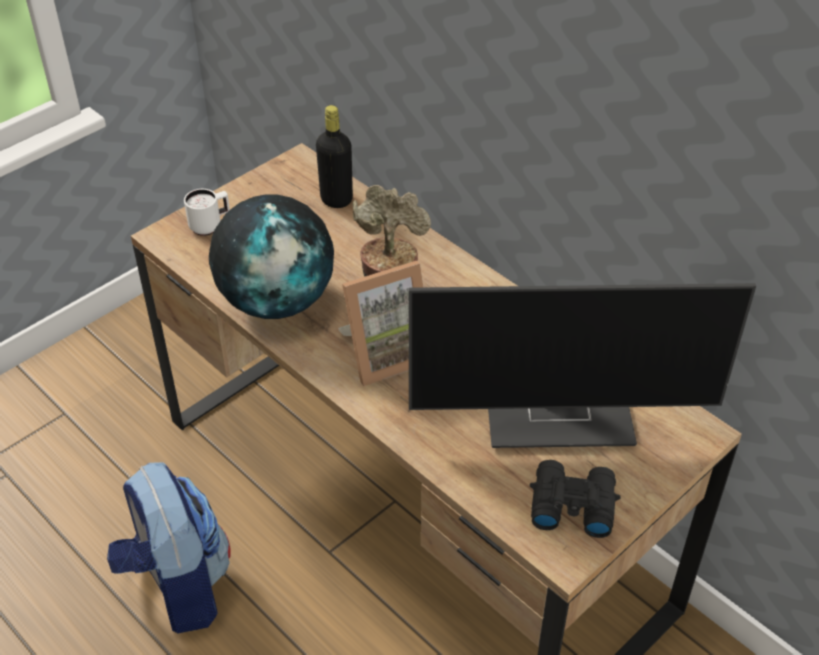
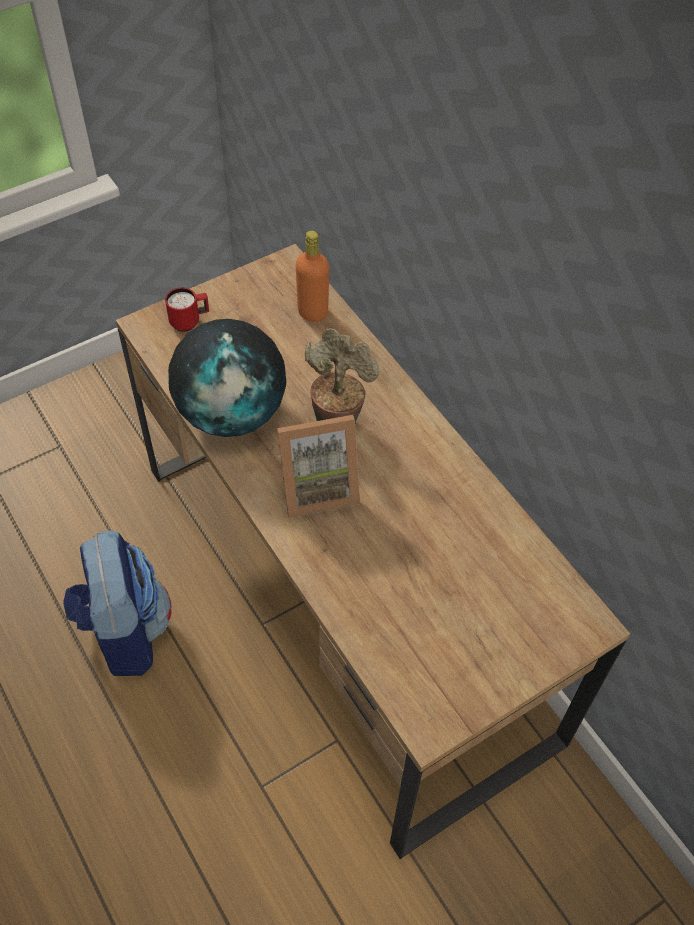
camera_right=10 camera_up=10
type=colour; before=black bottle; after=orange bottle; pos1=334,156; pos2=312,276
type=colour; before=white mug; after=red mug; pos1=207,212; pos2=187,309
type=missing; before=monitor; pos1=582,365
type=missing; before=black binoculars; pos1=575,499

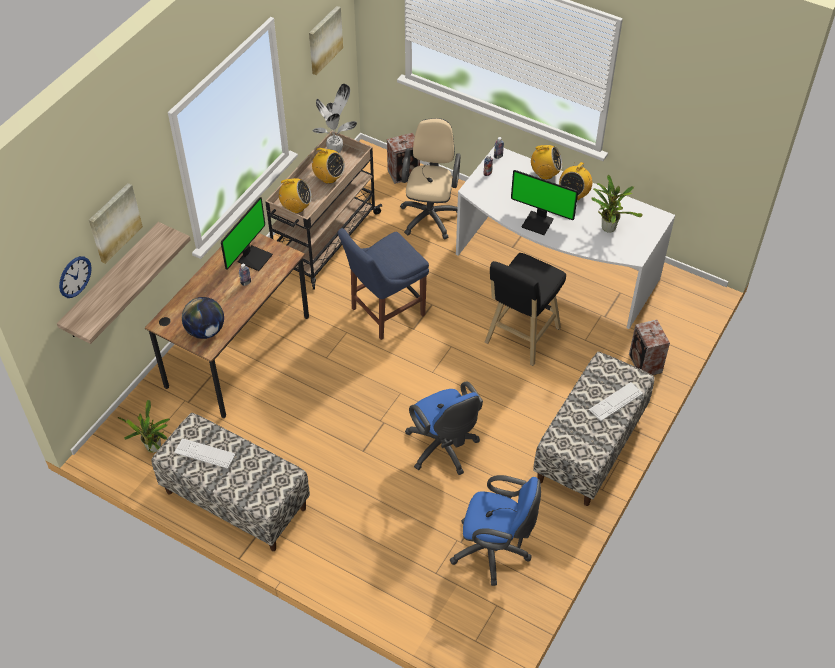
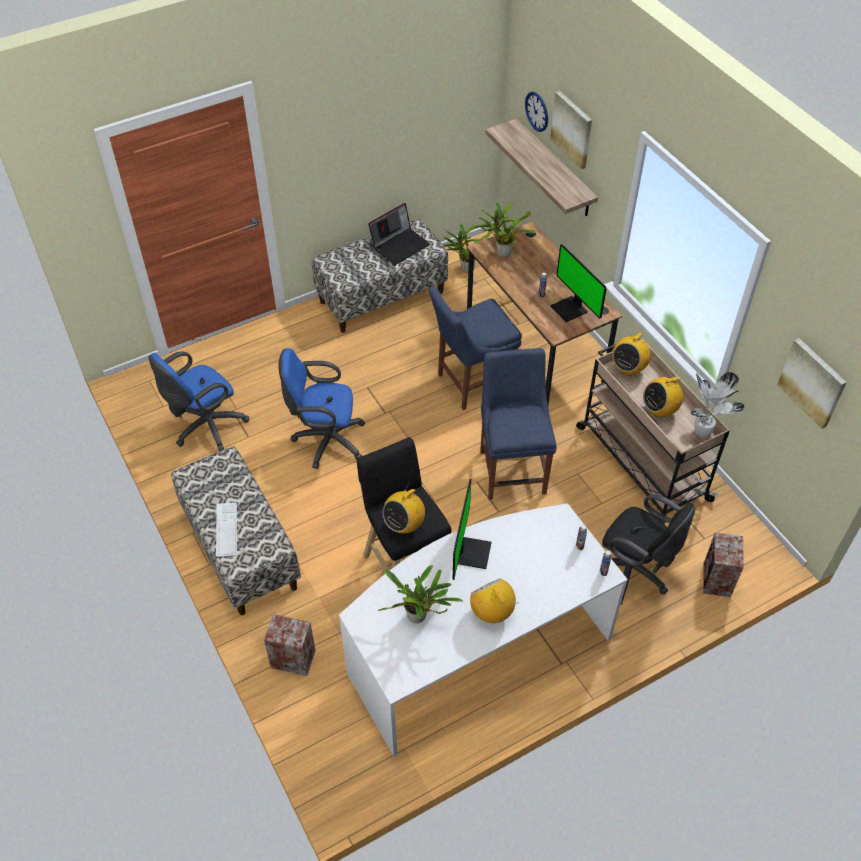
camera_right=120 camera_up=0
type=colour; before=beige office chair; after=black office chair; pos1=430,178; pos2=648,549
type=relocated; before=radio; pos1=547,162; pos2=403,508
type=spun; before=monitor; pos1=544,202; pos2=472,529; turn=135
type=exchanged; before=globe; after=potted plant; pos1=203,318; pos2=502,229
type=exchanged; before=keyboard; after=laptop; pos1=205,453; pos2=399,234
type=appeared; after=blue chair; pos2=475,348

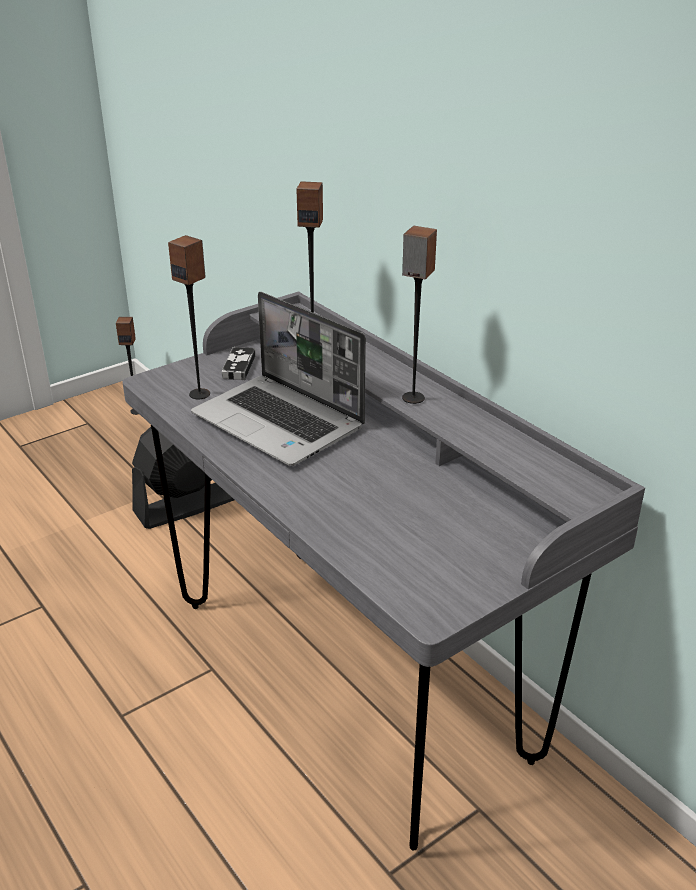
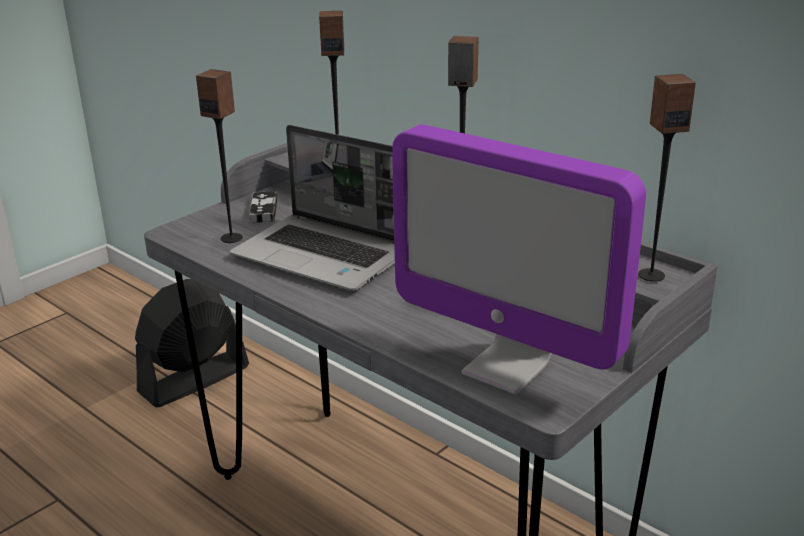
camera_right=-10 camera_up=-5
type=relocated; before=speaker; pos1=127,366; pos2=667,178
type=appeared; after=monitor; pos2=519,259

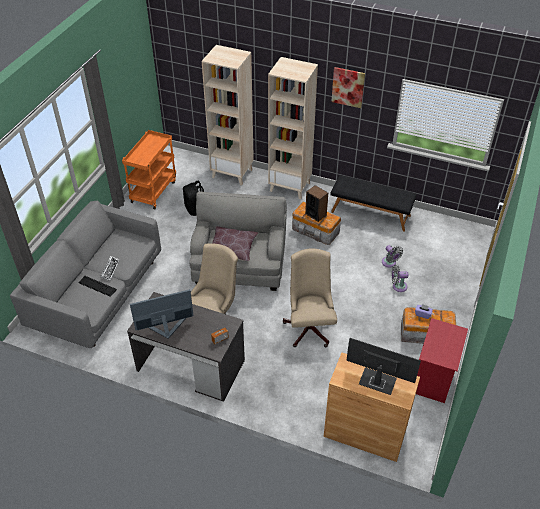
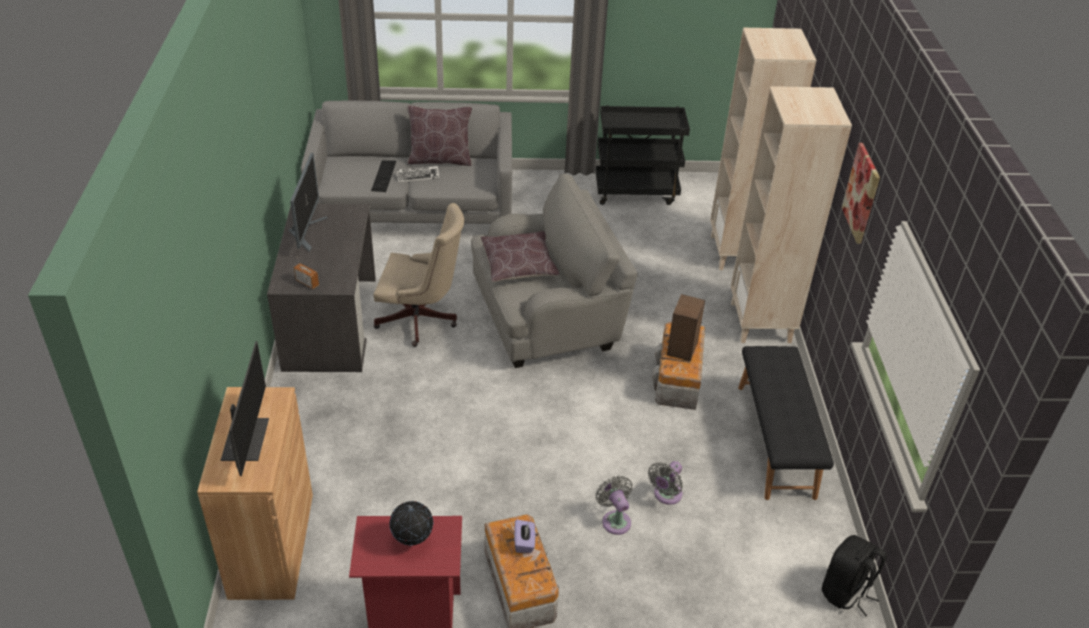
camera_right=65 camera_up=-5
type=colour; before=orange cart; after=black cart; pos1=149,169; pos2=642,155
type=relocated; before=black backpack; pos1=193,198; pos2=854,575
type=missing; before=beige office chair; pos1=310,297
type=spun; before=monitor; pos1=162,314; pos2=308,202; turn=45
type=appeared; after=brown pillow; pos2=439,135
type=appeared; after=globe; pos2=411,523

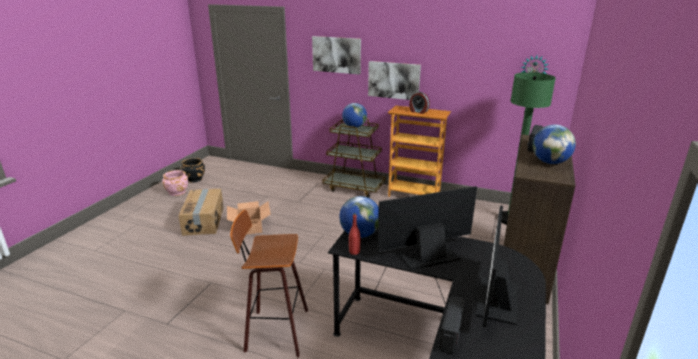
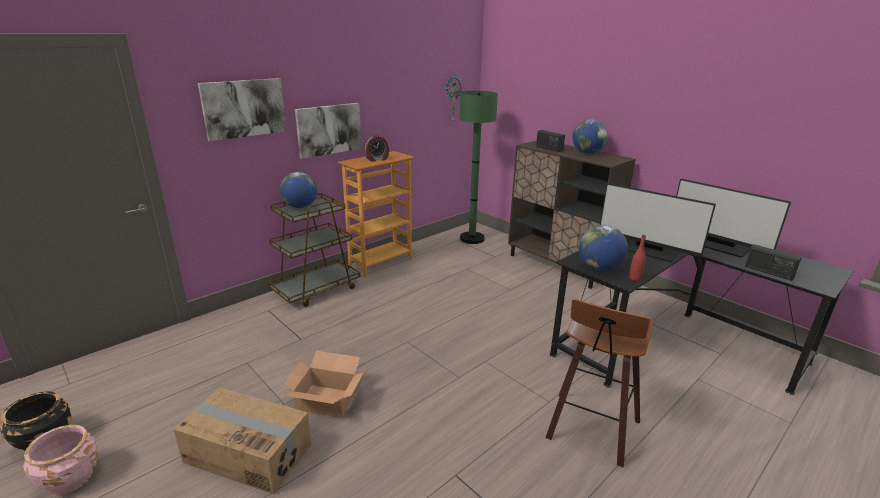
camera_right=-65 camera_up=0
type=spun; before=monitor; pos1=427,228; pos2=658,222; turn=-60

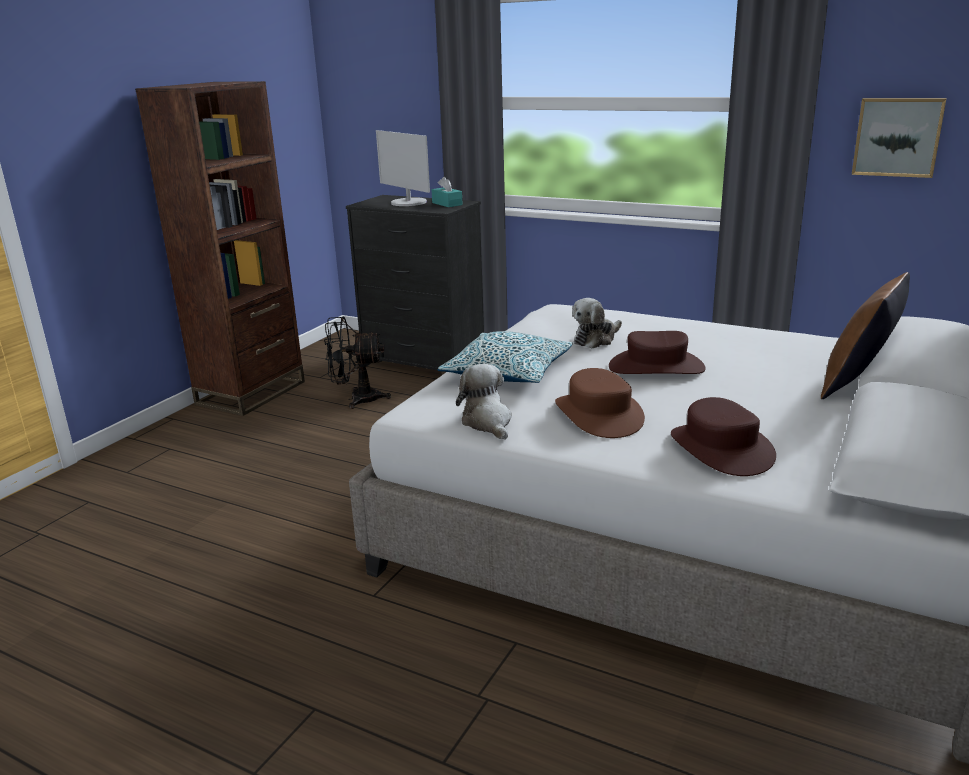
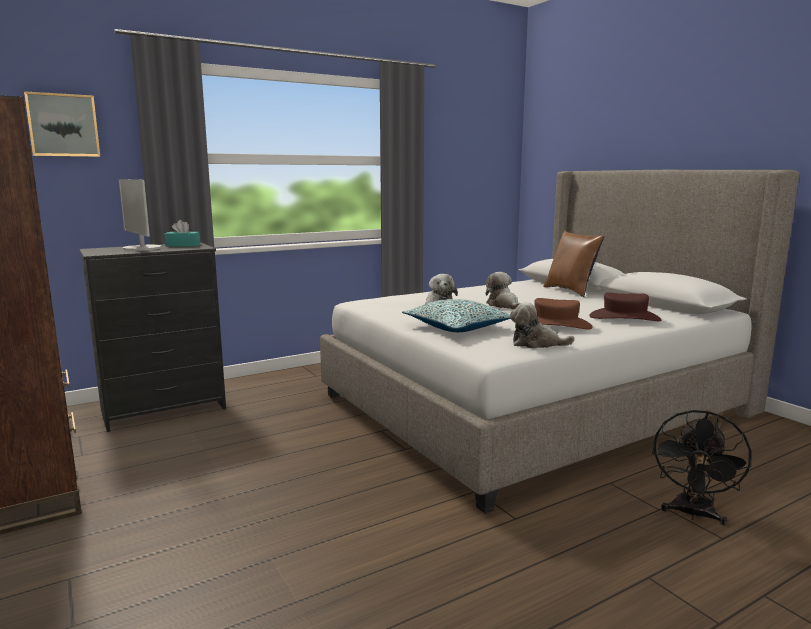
camera_right=-60 camera_up=-10
type=relocated; before=picture; pos1=899,138; pos2=62,124
type=spun; before=monitor; pos1=403,168; pos2=140,215; turn=60
type=relocated; before=black fan; pos1=357,363; pos2=702,468
type=exchanged; before=brown hat; after=plush toy; pos1=657,352; pos2=503,291

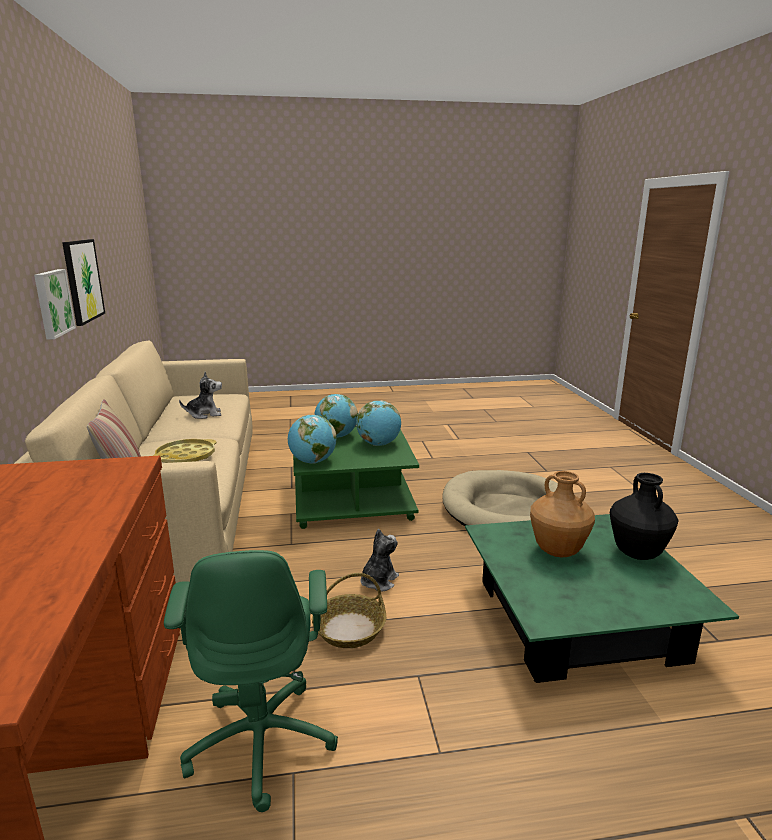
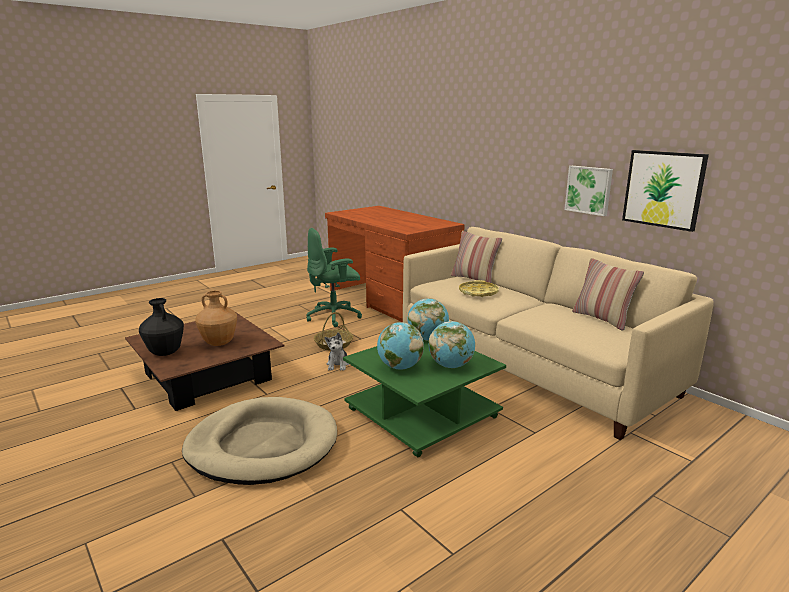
camera_right=150 camera_up=0
type=missing; before=plush toy; pos1=200,395
type=colour; before=green coffee table; after=brown coffee table; pos1=602,598; pos2=204,362
type=spun; before=green office chair; pos1=251,681; pos2=334,277; turn=-75
type=appeared; after=pillow; pos2=608,294

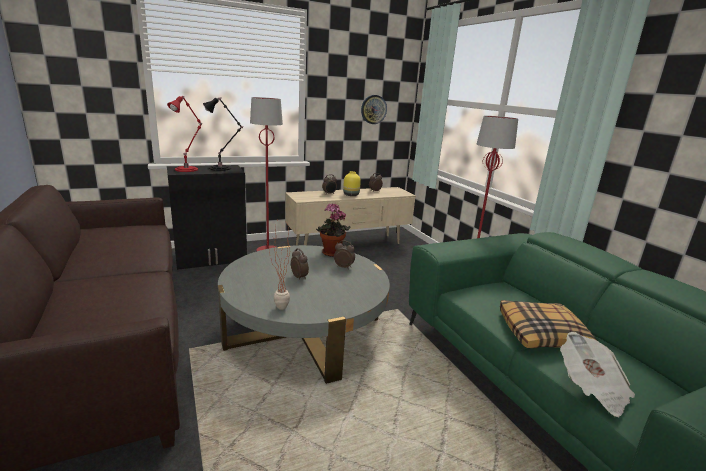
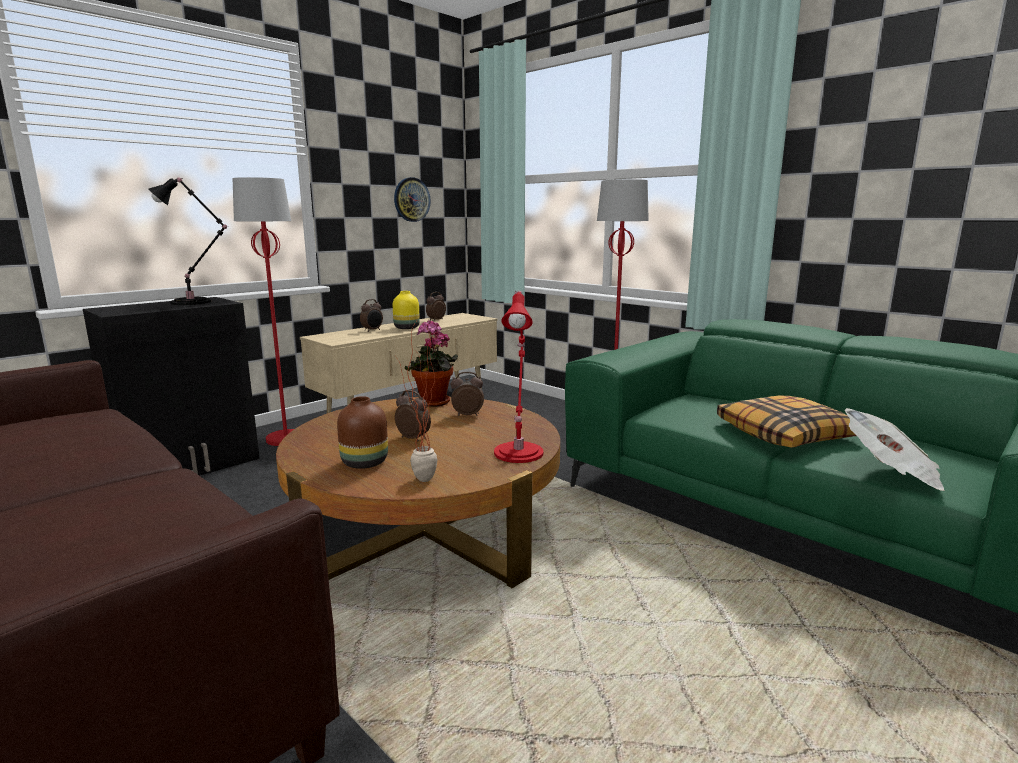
camera_right=-20 camera_up=-5
type=relocated; before=red table lamp; pos1=184,134; pos2=518,377
type=colour; before=grey coffee table; after=brown coffee table; pos1=304,314; pos2=418,492
type=appeared; after=brown vase; pos2=362,432

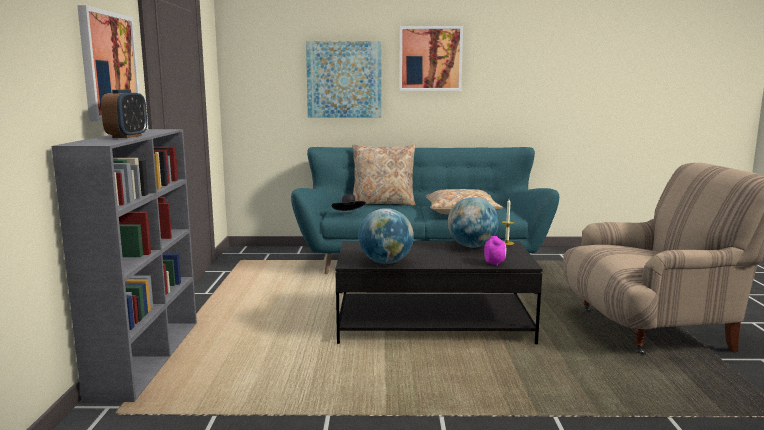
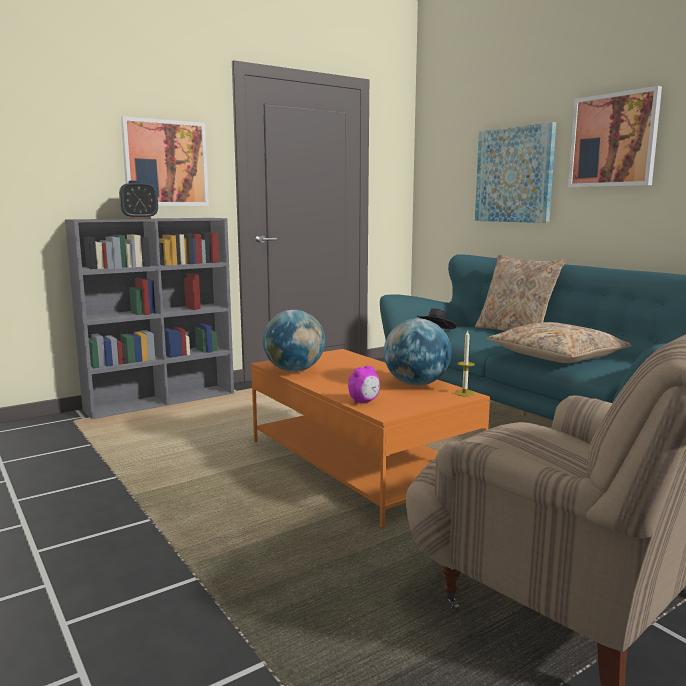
camera_right=55 camera_up=0
type=colour; before=black coffee table; after=orange coffee table; pos1=439,292; pos2=370,438

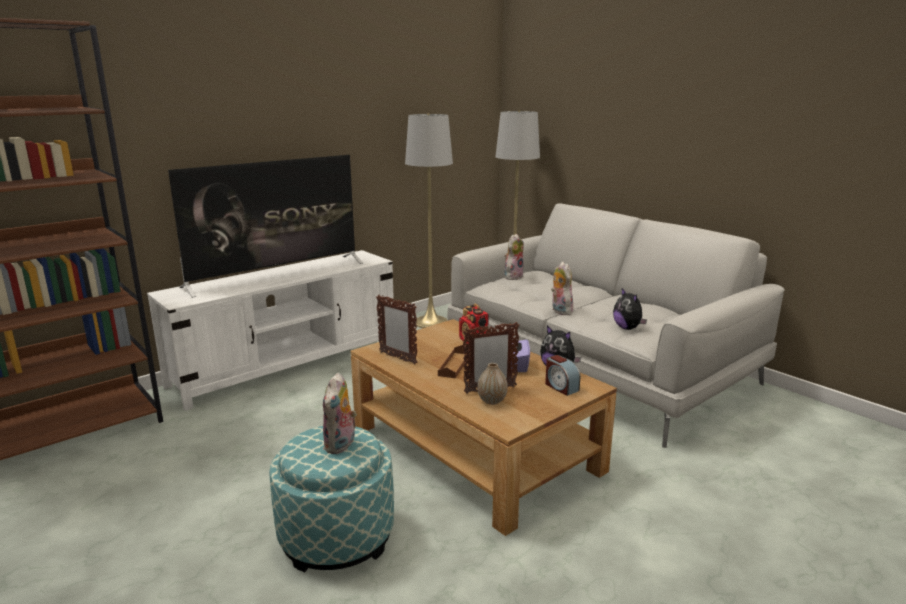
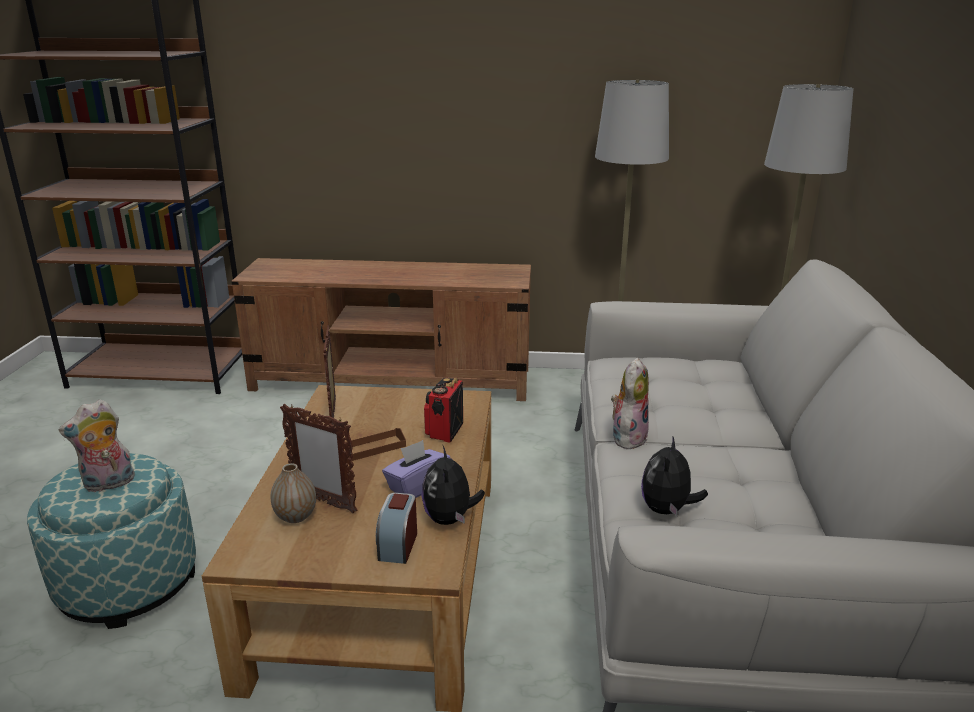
camera_right=45 camera_up=5
type=missing; before=television; pos1=265,226
type=missing; before=plush toy; pos1=514,257
type=colour; before=white tv stand; after=brown tv stand; pos1=270,330; pos2=381,329

